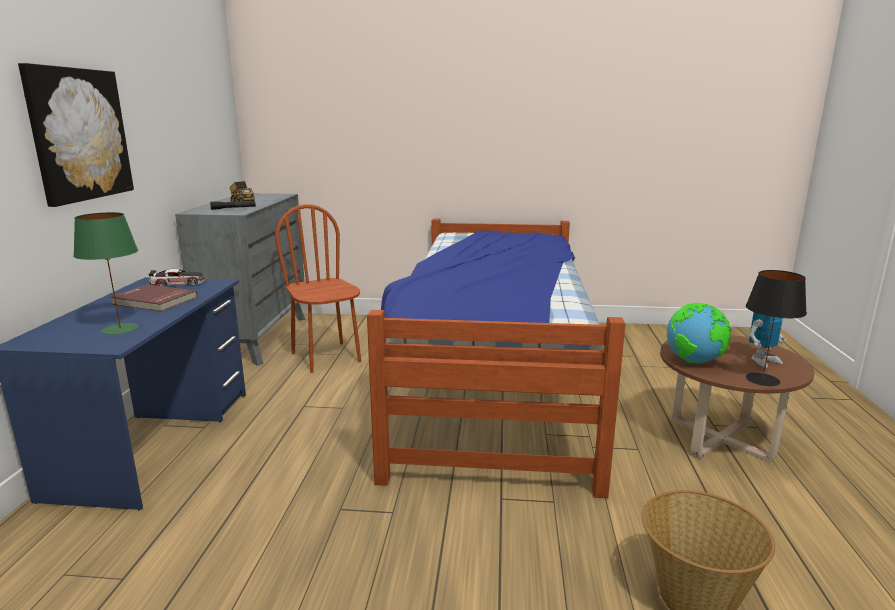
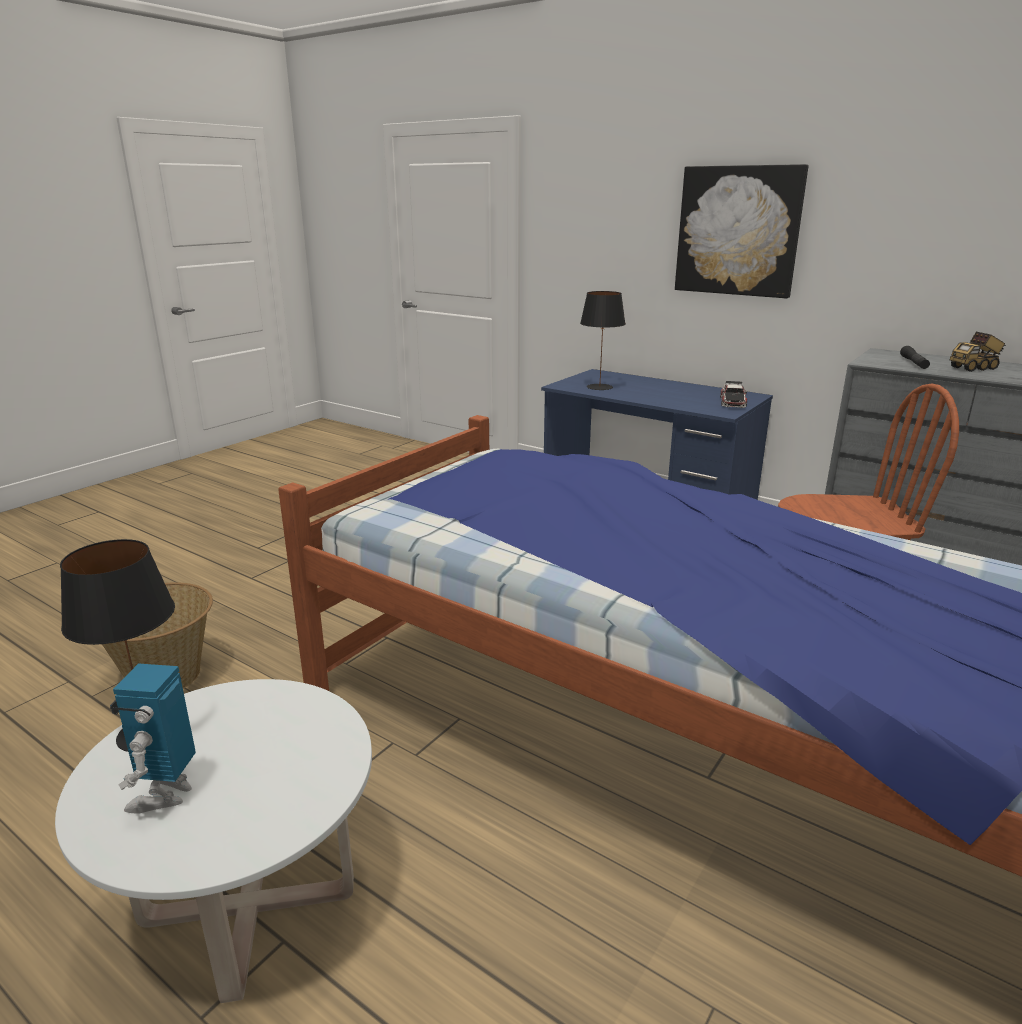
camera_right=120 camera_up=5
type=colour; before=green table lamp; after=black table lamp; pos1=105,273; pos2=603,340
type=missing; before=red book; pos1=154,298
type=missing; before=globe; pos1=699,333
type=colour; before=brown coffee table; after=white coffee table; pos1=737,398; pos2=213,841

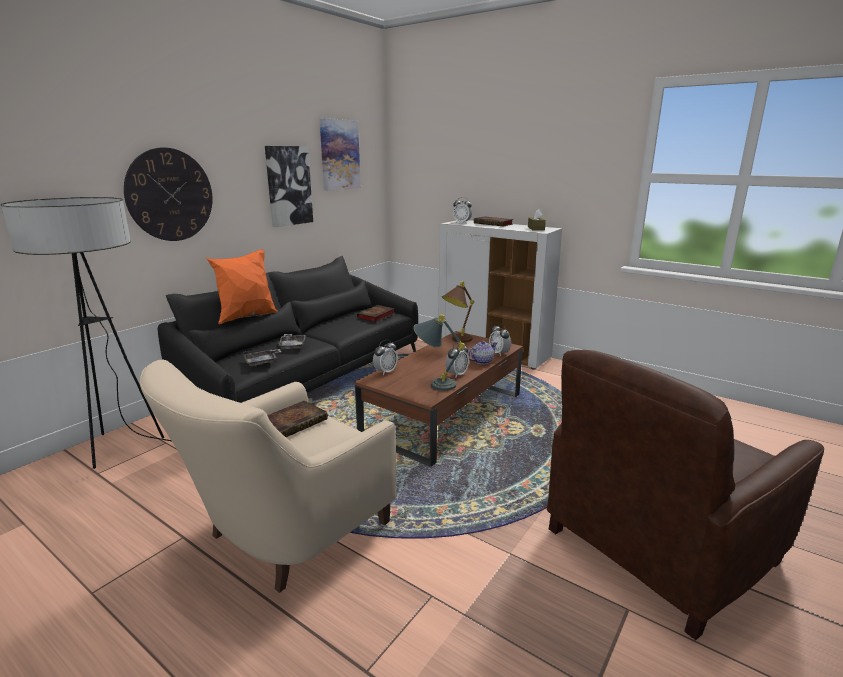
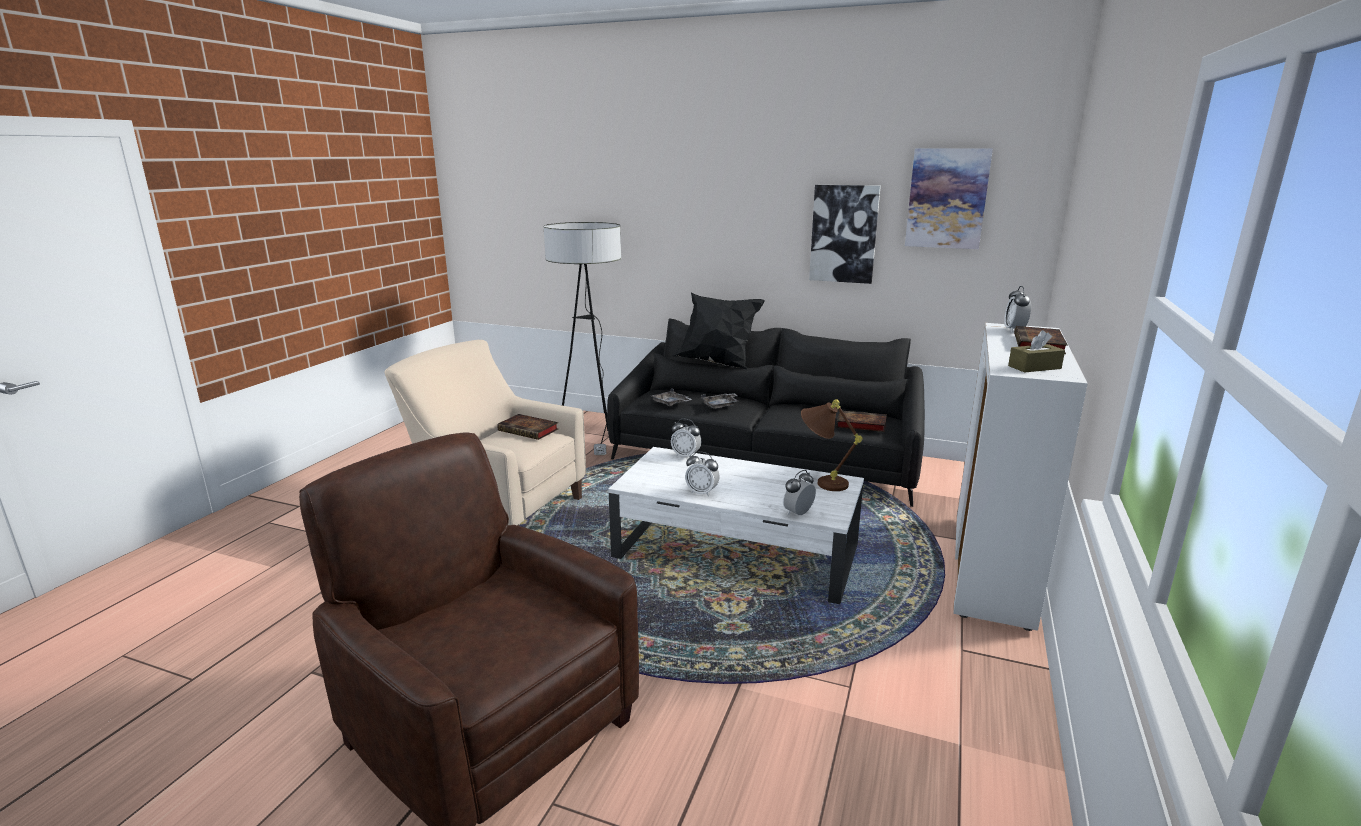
camera_right=75 camera_up=0
type=missing; before=wall clock; pos1=168,194
type=colour; before=orange pillow; after=black pillow; pos1=242,287; pos2=719,331
type=missing; before=grey table lamp; pos1=439,352
type=colour; before=brown coffee table; after=white coffee table; pos1=439,399; pos2=736,525
type=missing; before=teapot; pos1=482,352

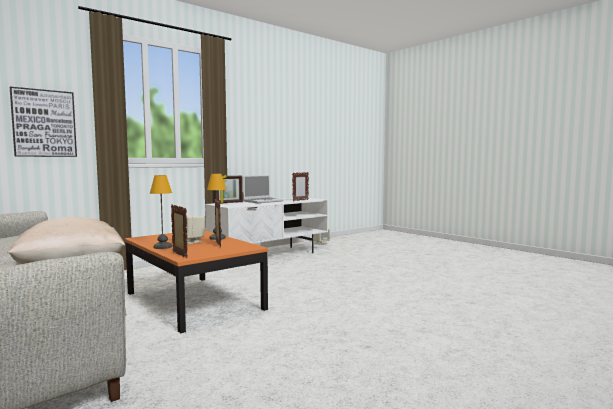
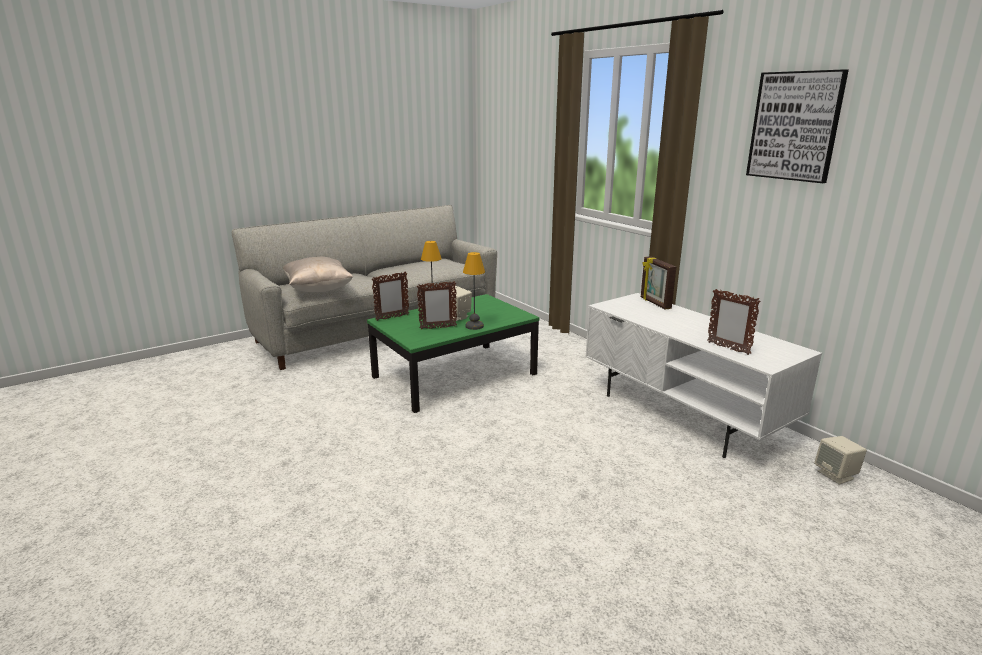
camera_right=95 camera_up=15
type=relocated; before=picture; pos1=43,122; pos2=797,126
type=missing; before=laptop; pos1=263,189
type=colour; before=orange coffee table; after=green coffee table; pos1=196,281; pos2=453,353

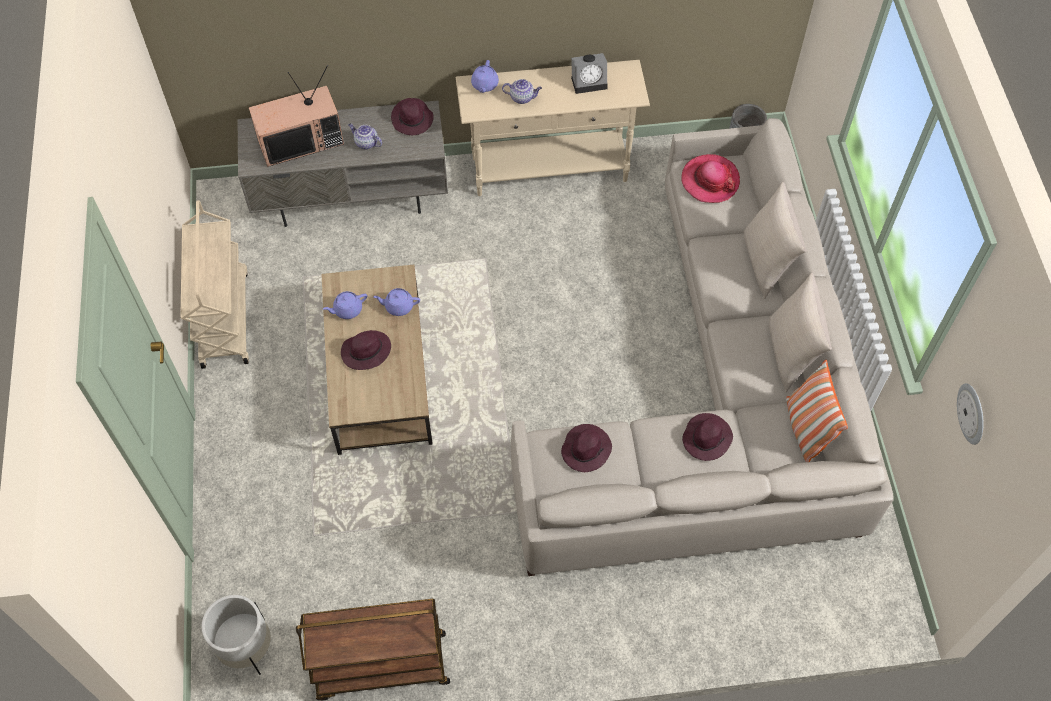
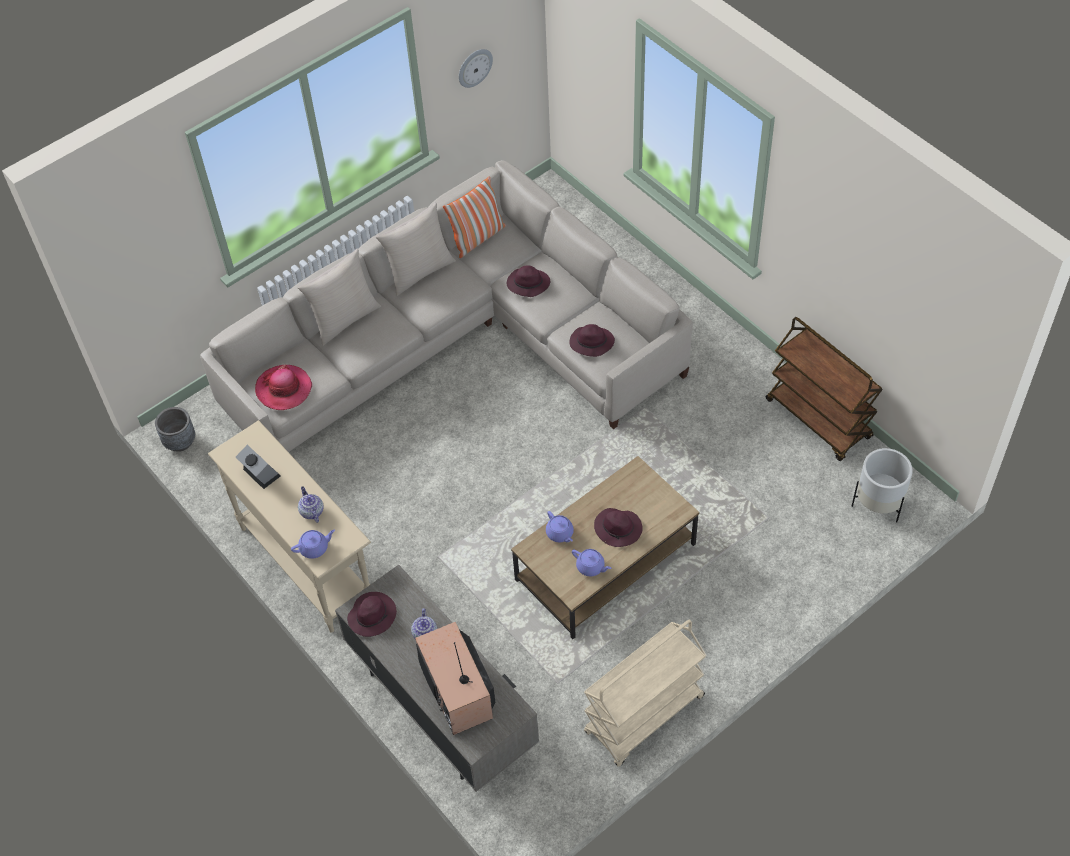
camera_right=-120 camera_up=-5
type=spun; before=television; pos1=296,116; pos2=455,678; turn=-150

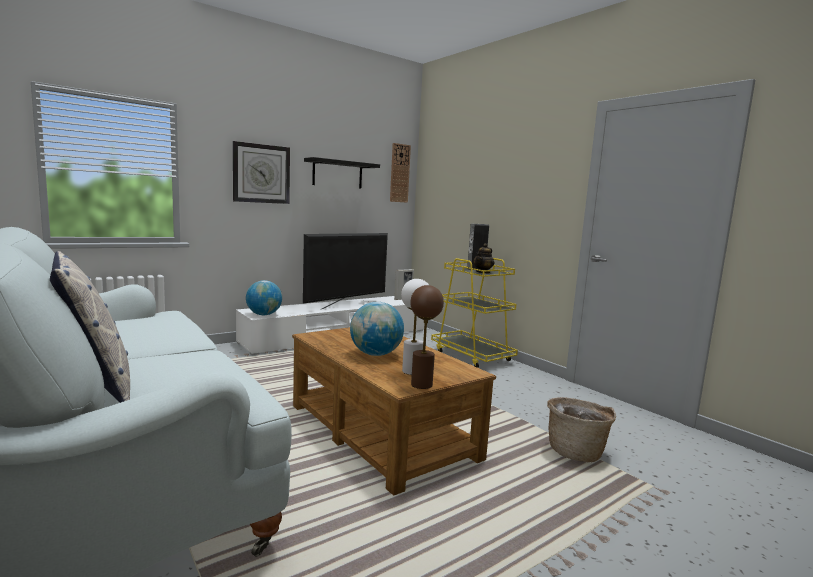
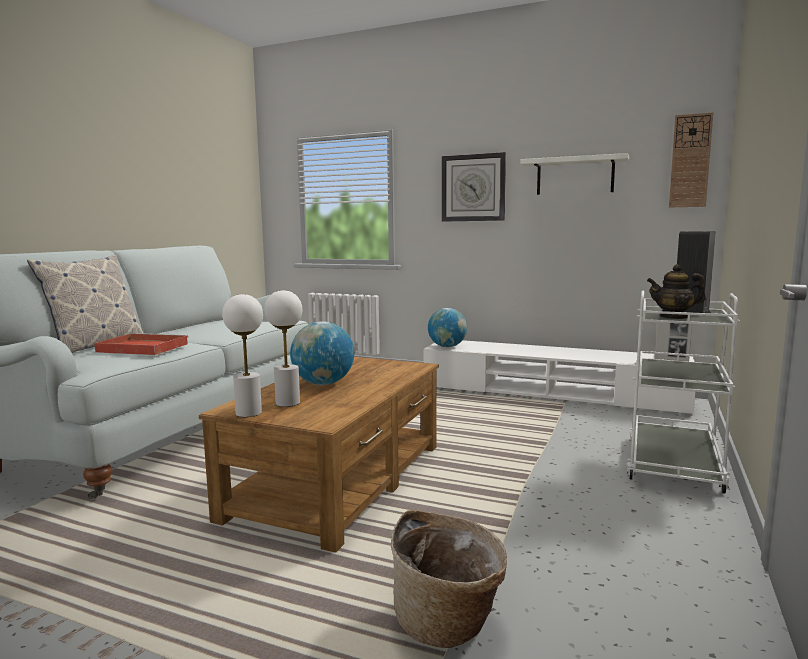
camera_right=60 camera_up=0
type=colour; before=black shelf; after=white shelf; pos1=342,172; pos2=574,174
type=missing; before=television; pos1=345,271
type=colour; before=yellow cart; after=white cart; pos1=474,313; pos2=683,392
type=colour; before=brown table lamp; after=white table lamp; pos1=427,337; pos2=242,355
type=appeared; after=red tray; pos2=141,344

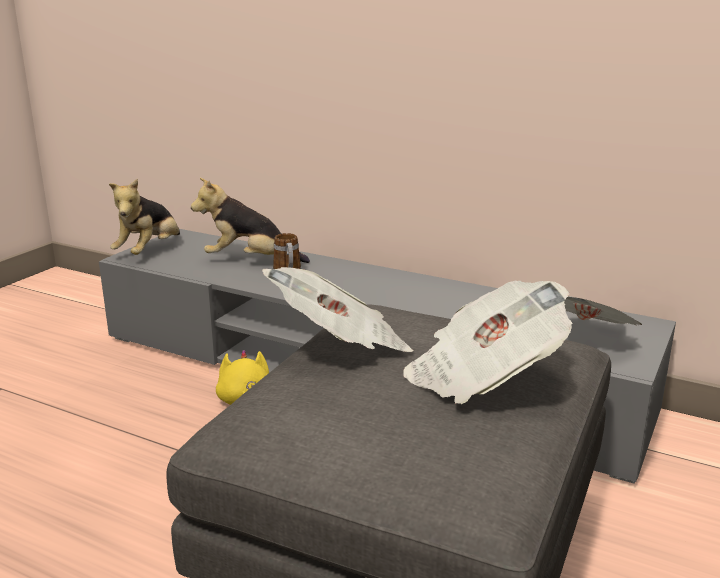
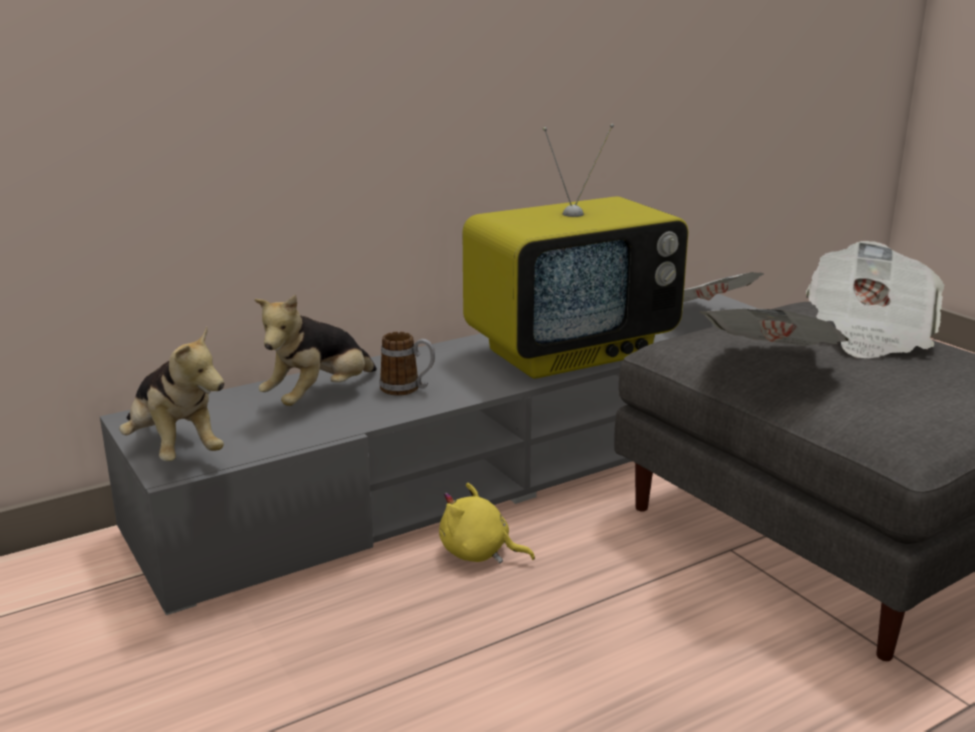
camera_right=-60 camera_up=0
type=appeared; after=television; pos2=575,251

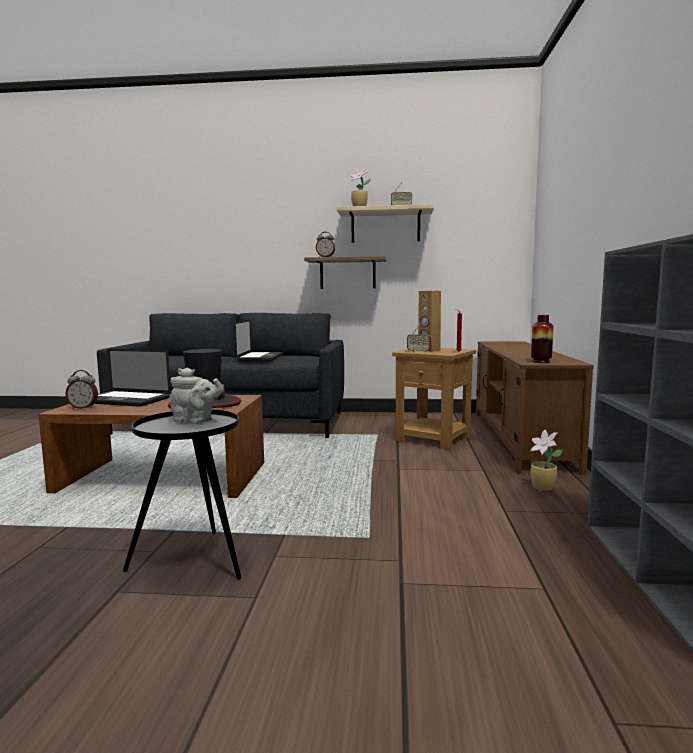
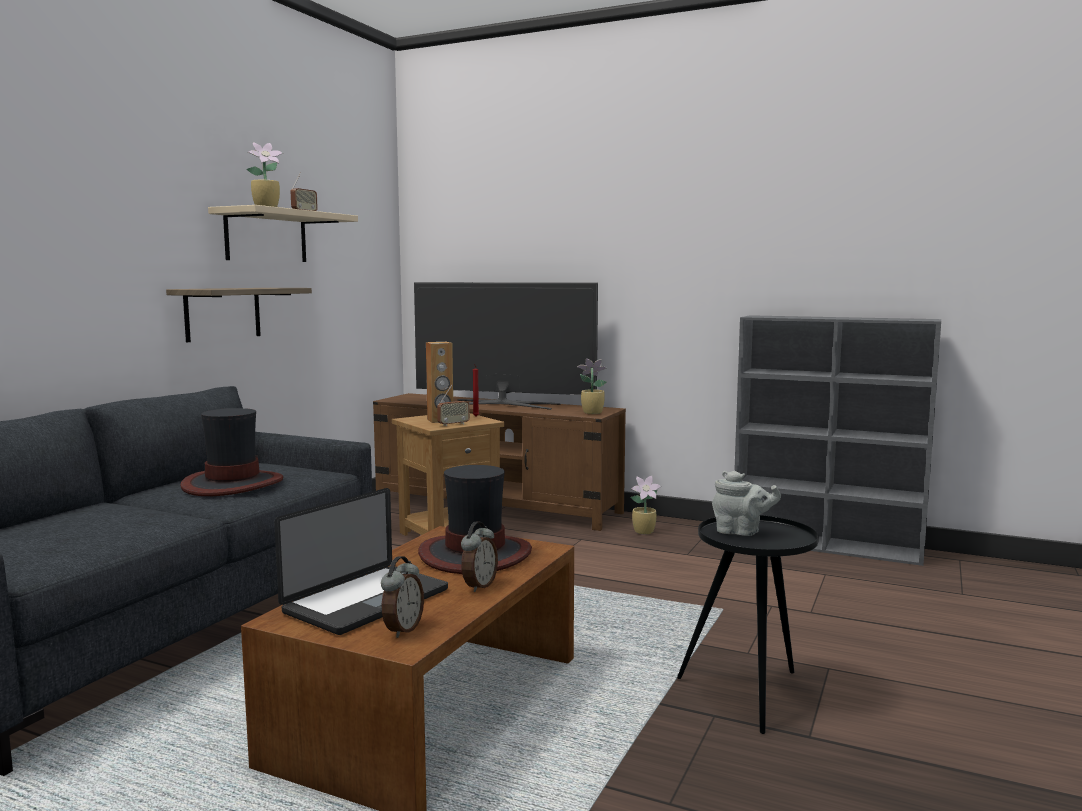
camera_right=-70 camera_up=0
type=relocated; before=alarm clock; pos1=325,244; pos2=479,556
type=exchanged; before=vase; after=potted plant; pos1=542,339; pos2=592,386
type=exchanged; before=laptop; after=hat; pos1=259,340; pos2=231,452
type=spun; before=grey teapot; pos1=197,395; pos2=746,503; turn=75
type=appeared; after=television; pos2=506,346

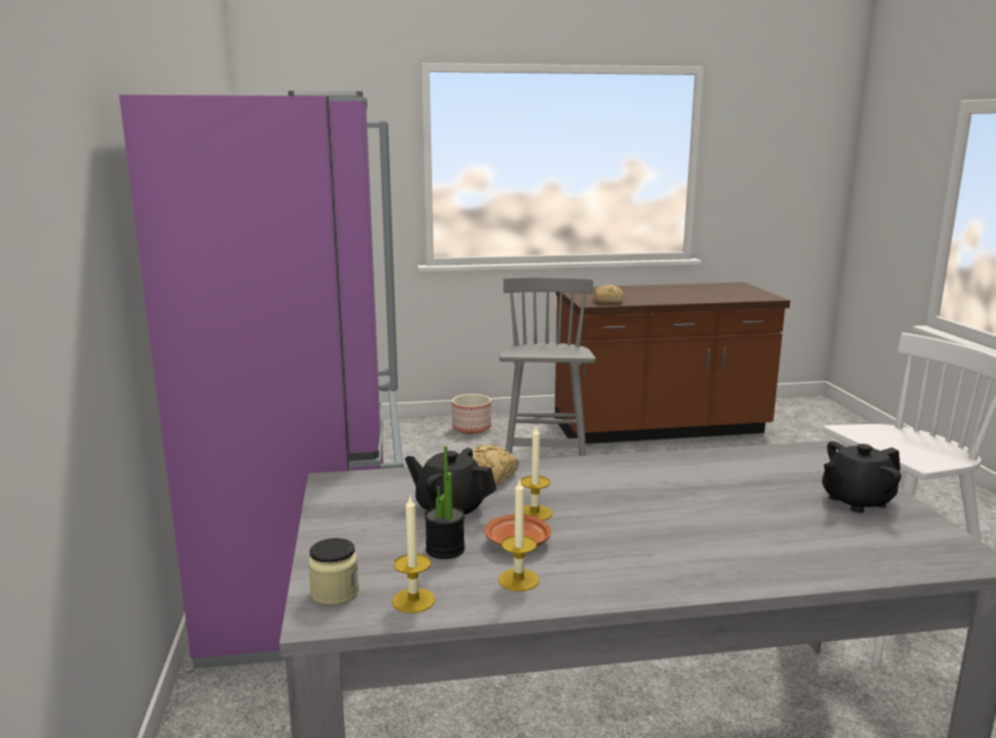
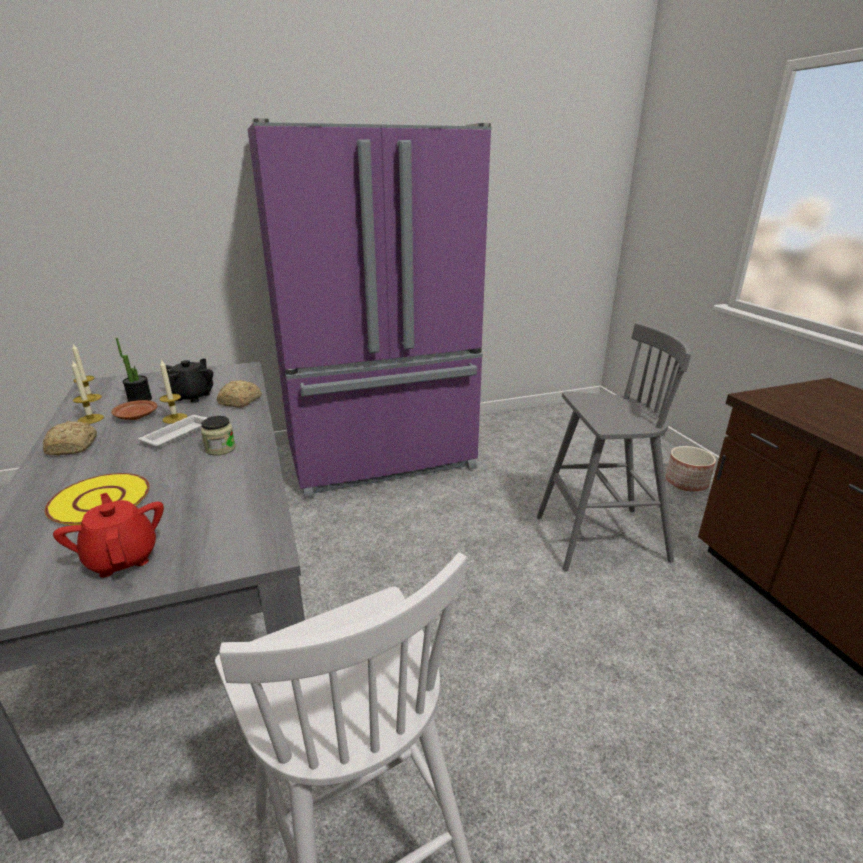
camera_right=80 camera_up=10
type=relocated; before=bread; pos1=608,294; pos2=70,438
type=colour; before=black teapot; after=red teapot; pos1=861,477; pos2=108,535
type=relocated; before=jar; pos1=333,572; pos2=218,436
type=appeared; after=white tray; pos2=172,431
type=appeared; after=yellow plate; pos2=97,499

